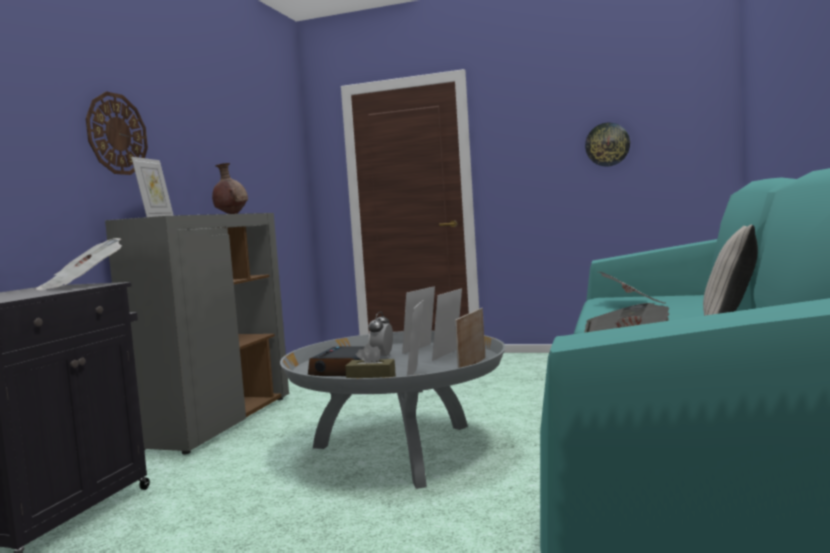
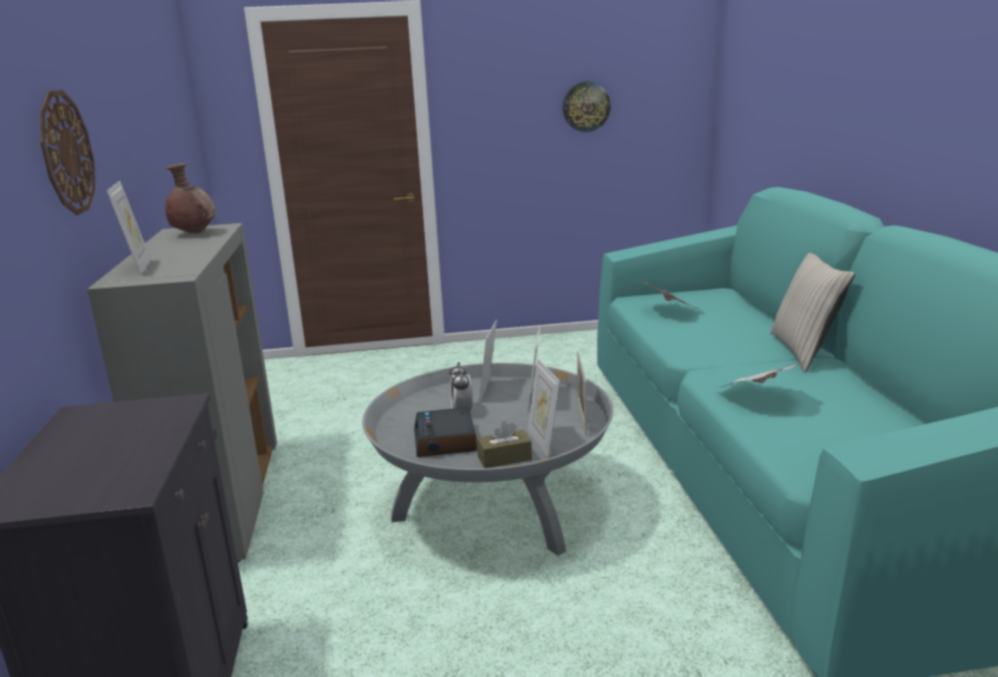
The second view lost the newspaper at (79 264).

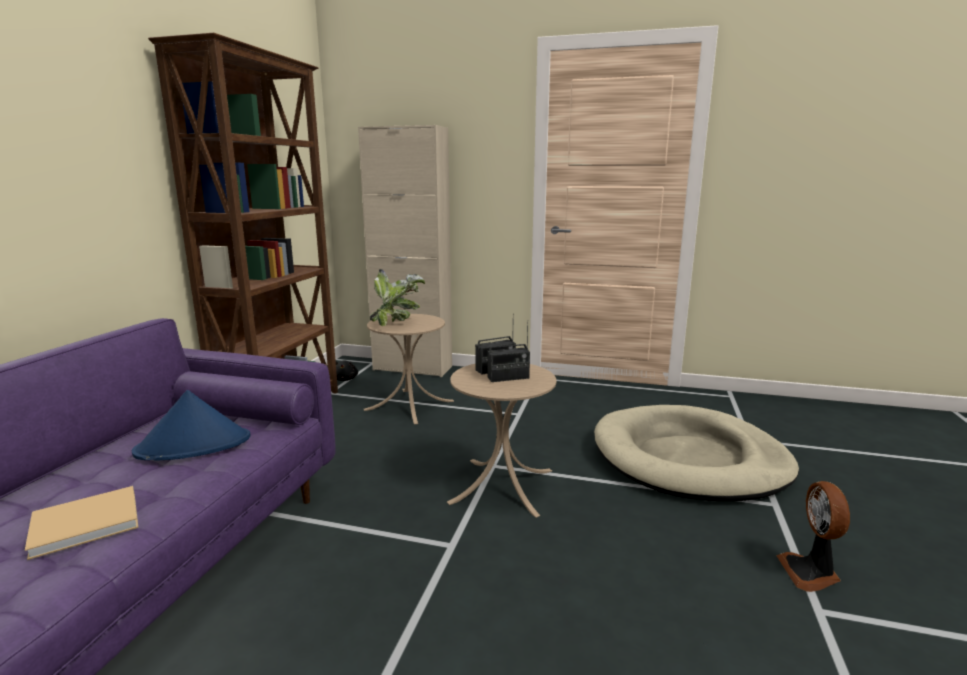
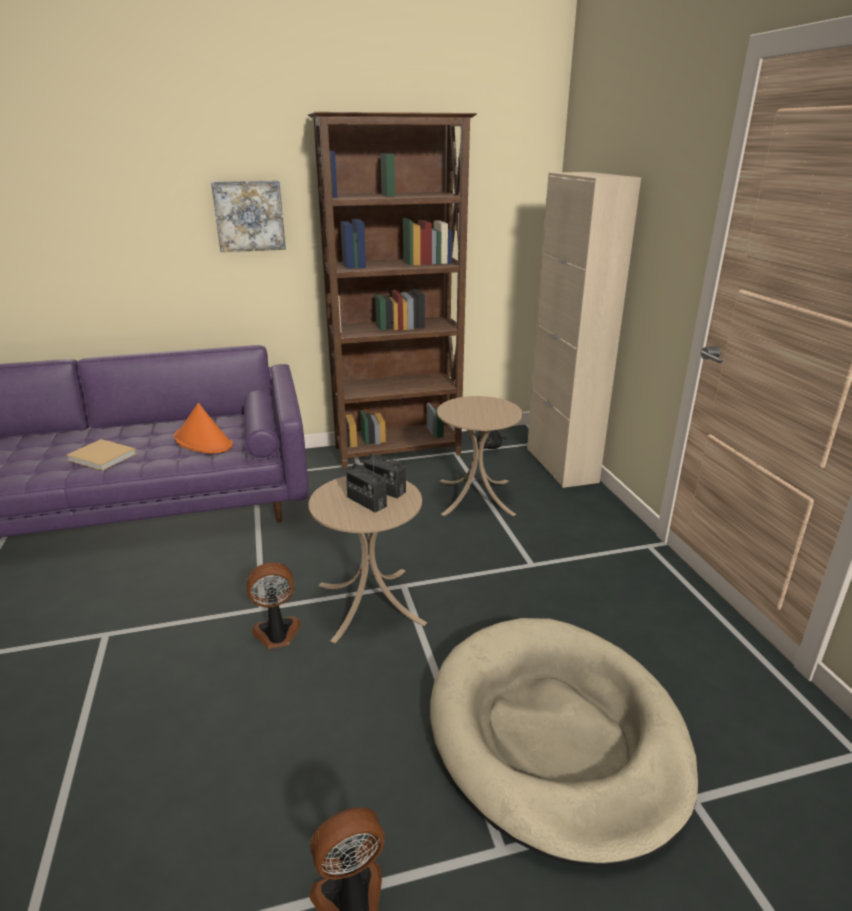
The second view lost the potted plant at (397 297).
The second view gained the picture at (248 216).
The second view gained the fan at (274 605).
What was the blue hat at (191 425) turned into the orange hat at (203 428).

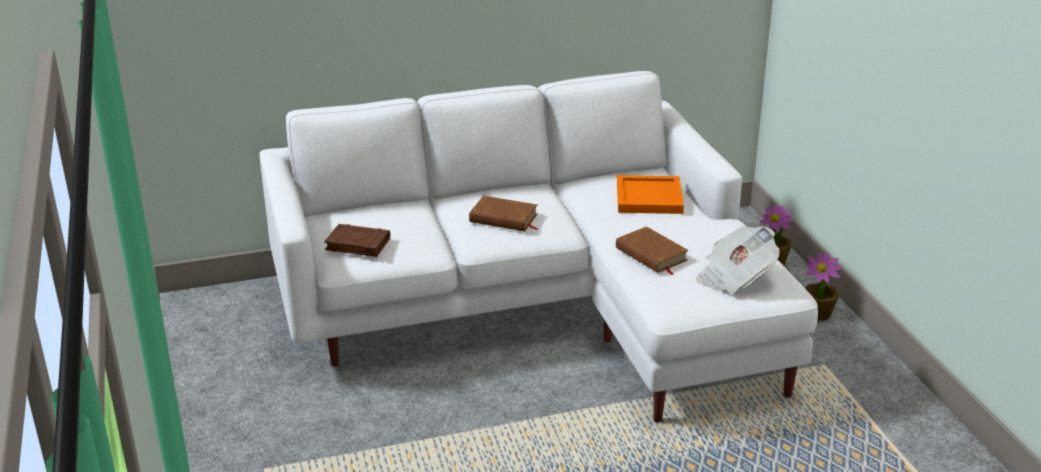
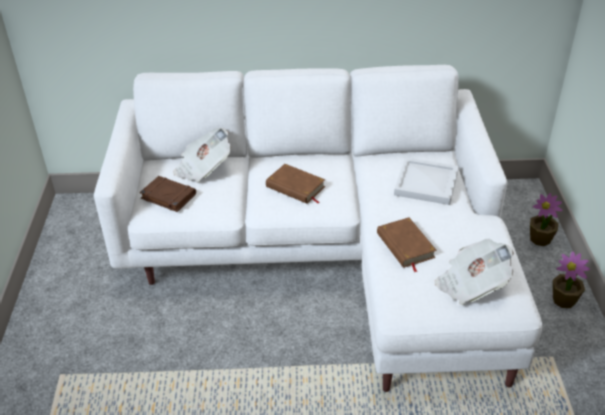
The second view gained the newspaper at (202 155).
What was the orange tray at (650 194) turned into the white tray at (426 181).

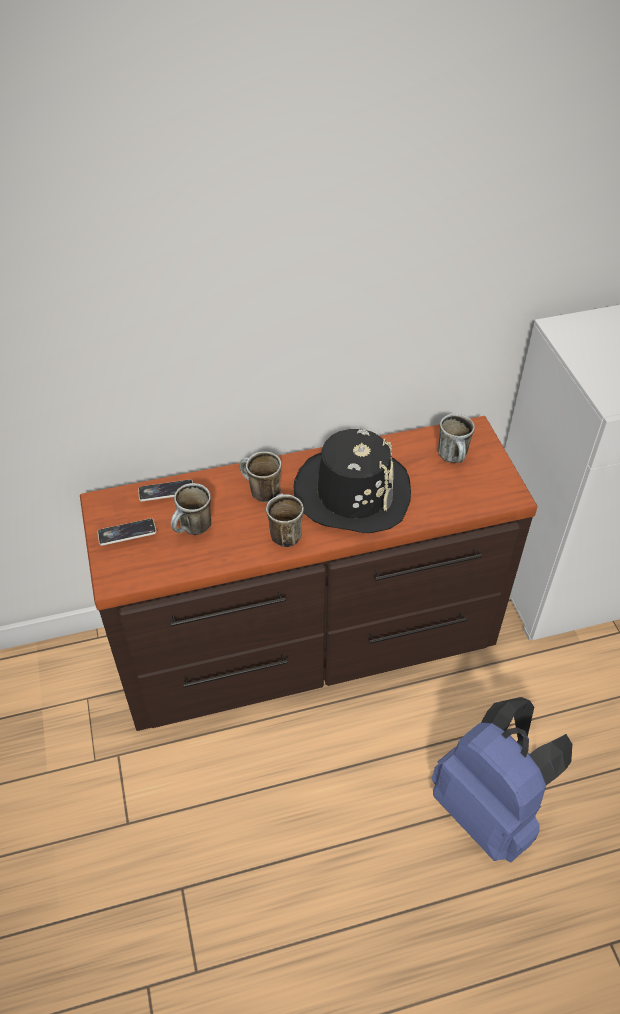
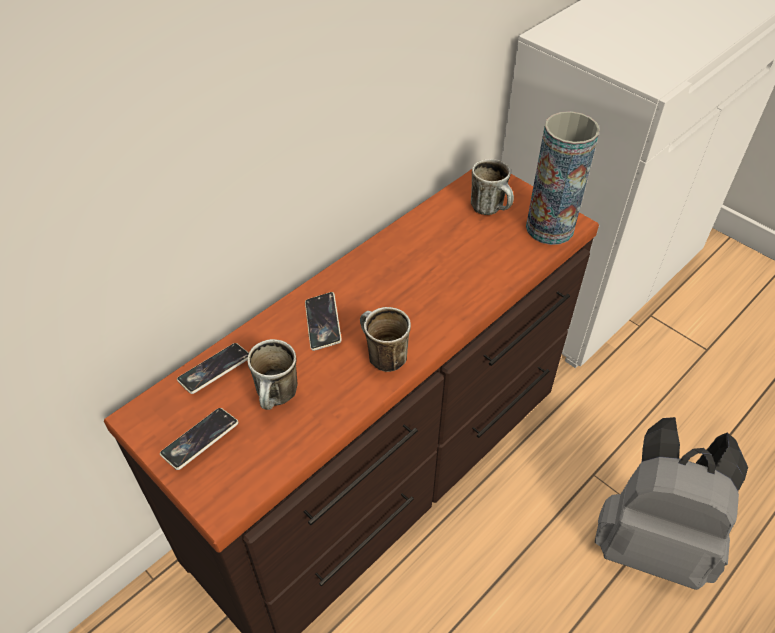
The second view lost the black hat at (352 481).
The second view gained the vase at (563 178).
Where the mug stood at (260 476), the phone came to stand at (323 321).
What was the blue backpack at (502 780) turned into the grey backpack at (671 503).

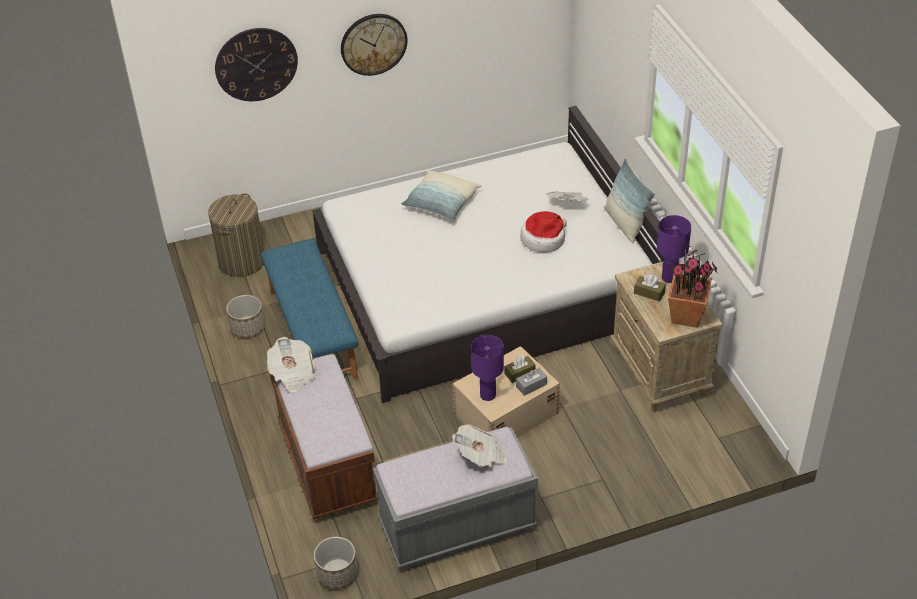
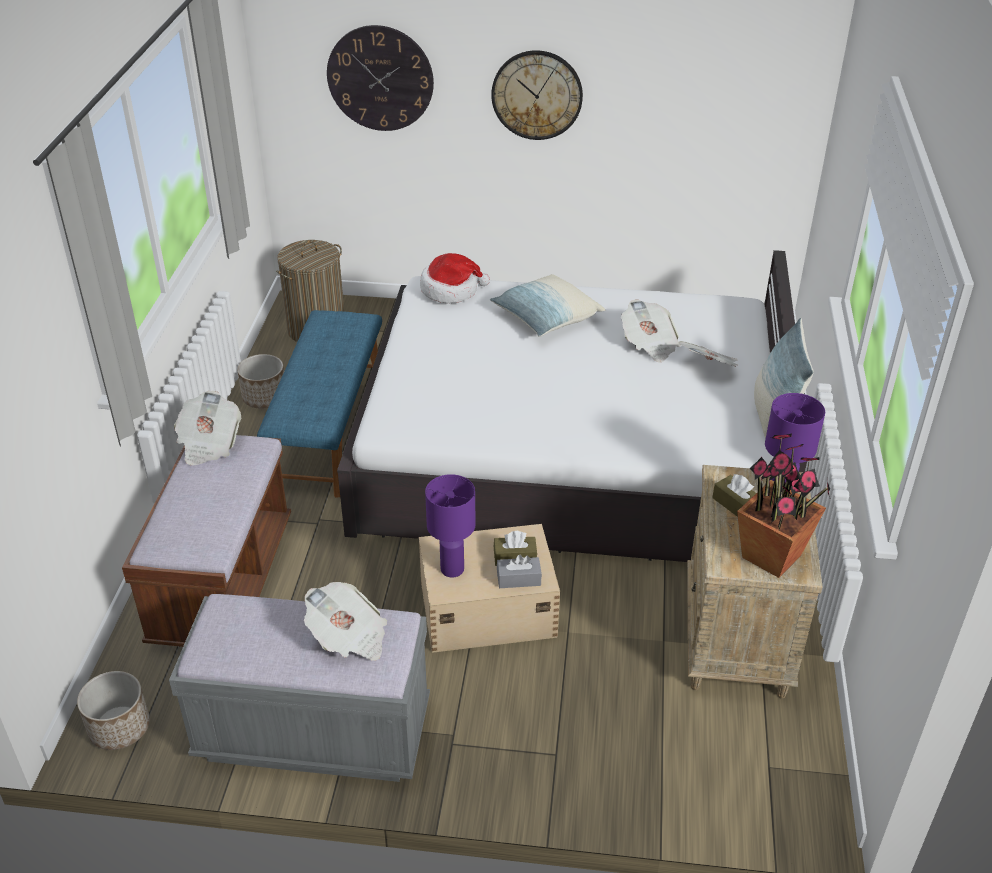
The second view gained the newspaper at (650 330).
The hat ended up elsewhere, having gone from (543 232) to (455 278).

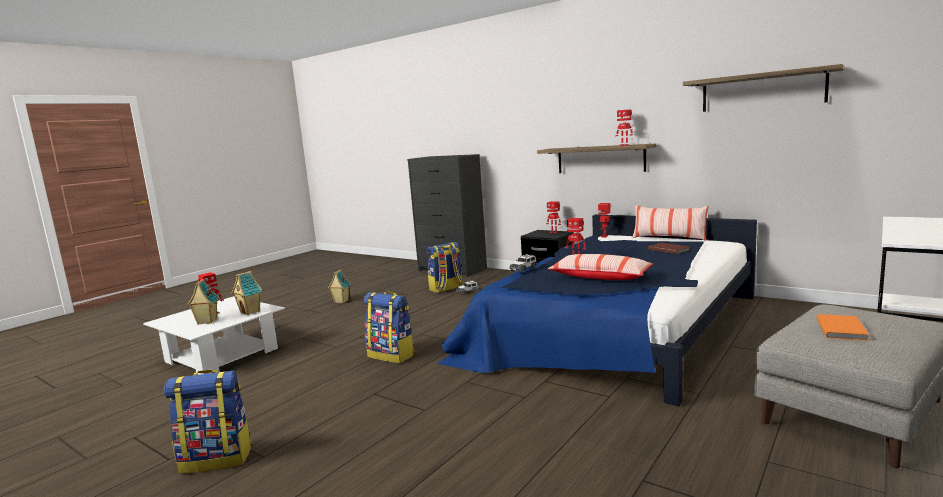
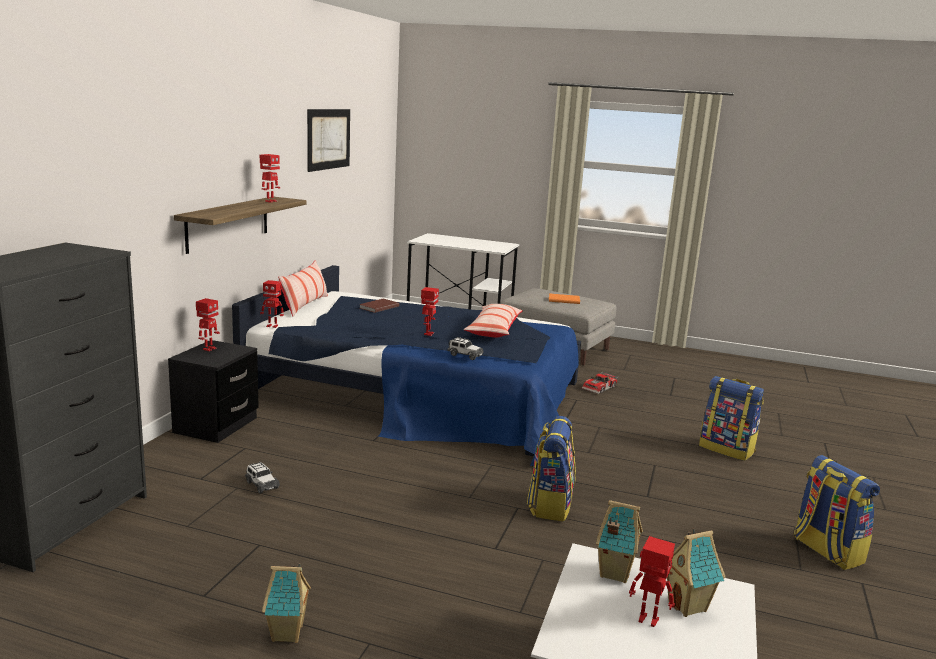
The second view gained the toy car at (600 383).
The backpack ended up elsewhere, having gone from (445 267) to (731 418).
Where the shelf hung at (764 88), the picture came to hang at (328 140).

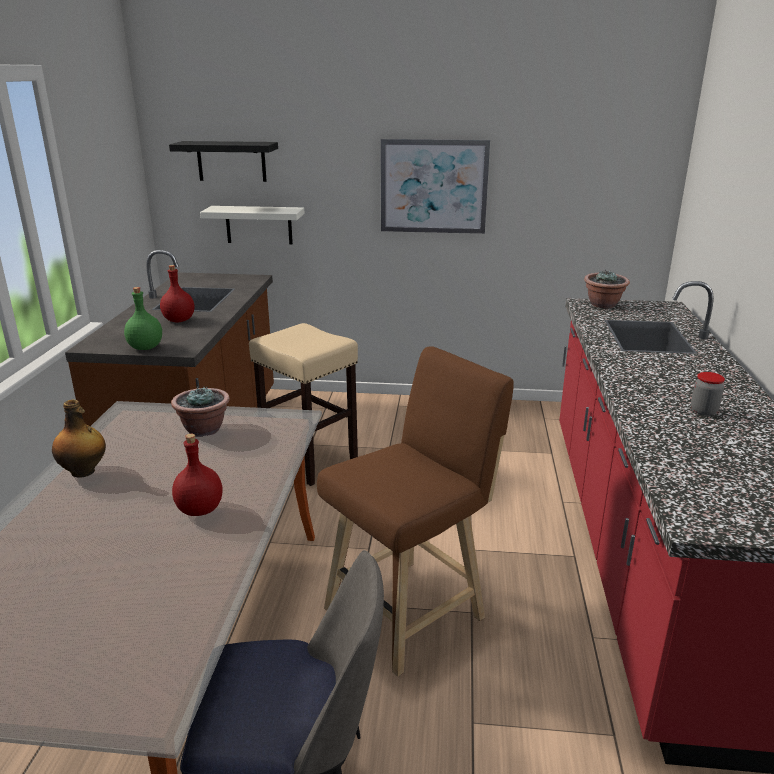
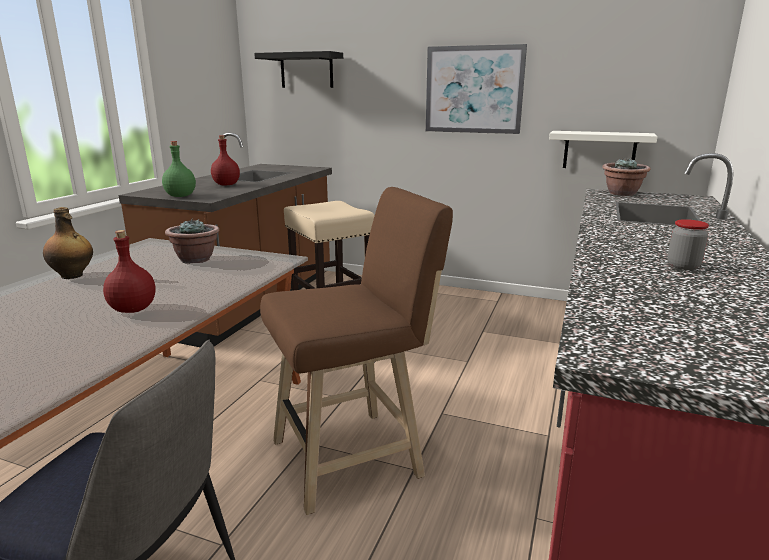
The white shelf ended up elsewhere, having gone from (252 225) to (603 149).

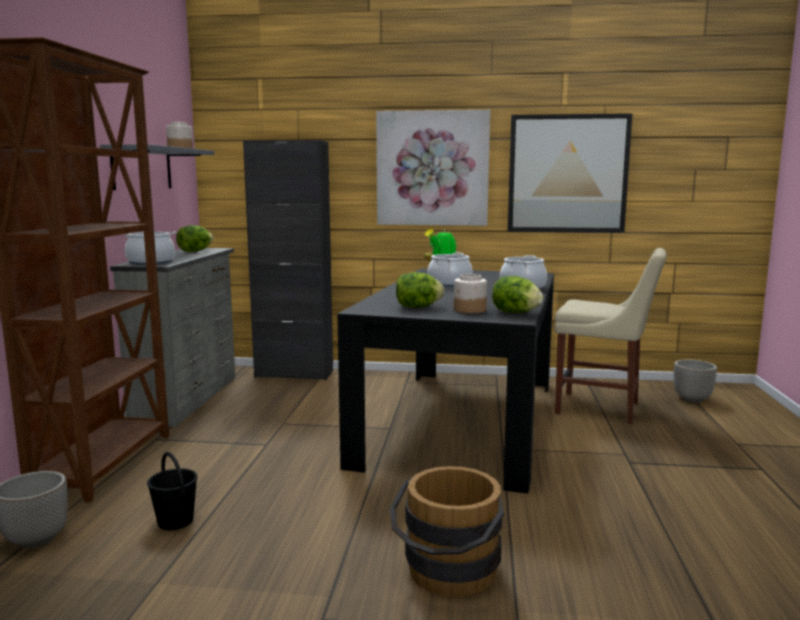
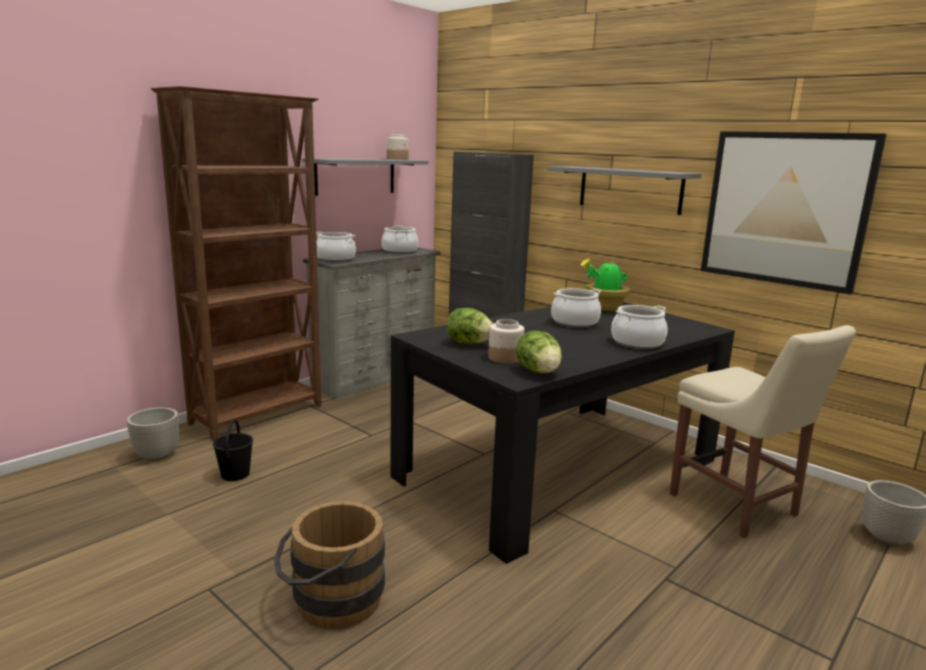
Where the lettuce stood at (194 238), the cooking pot came to stand at (400 239).
Where the picture hung at (433 168), the grey shelf came to hang at (624 190).

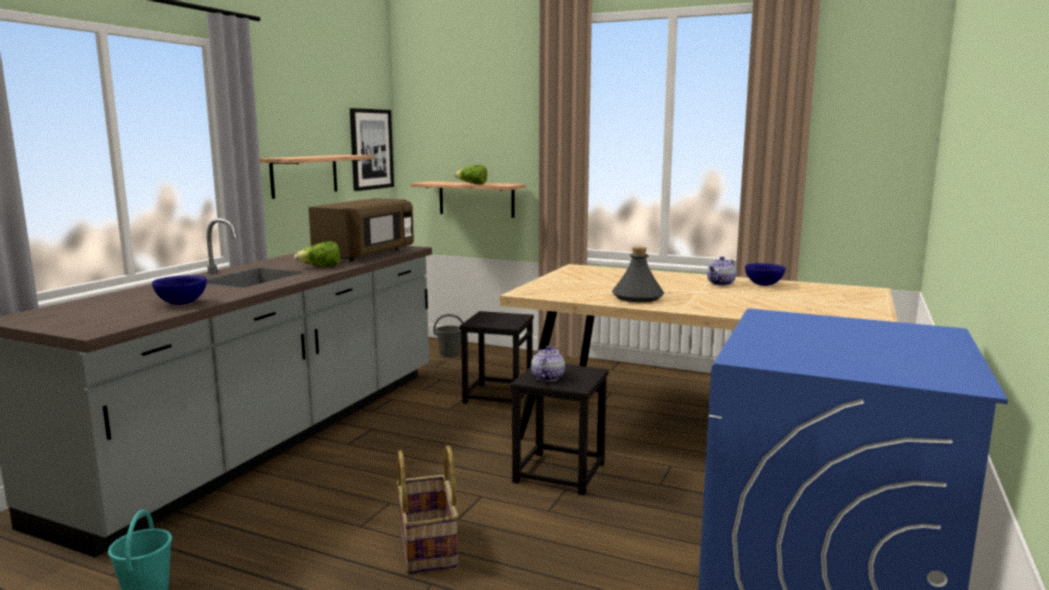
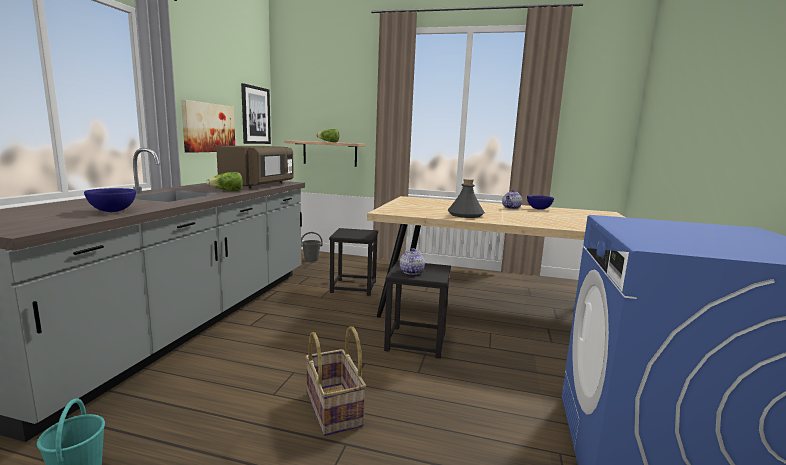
Where the shelf hung at (317 177), the picture came to hang at (208 126).

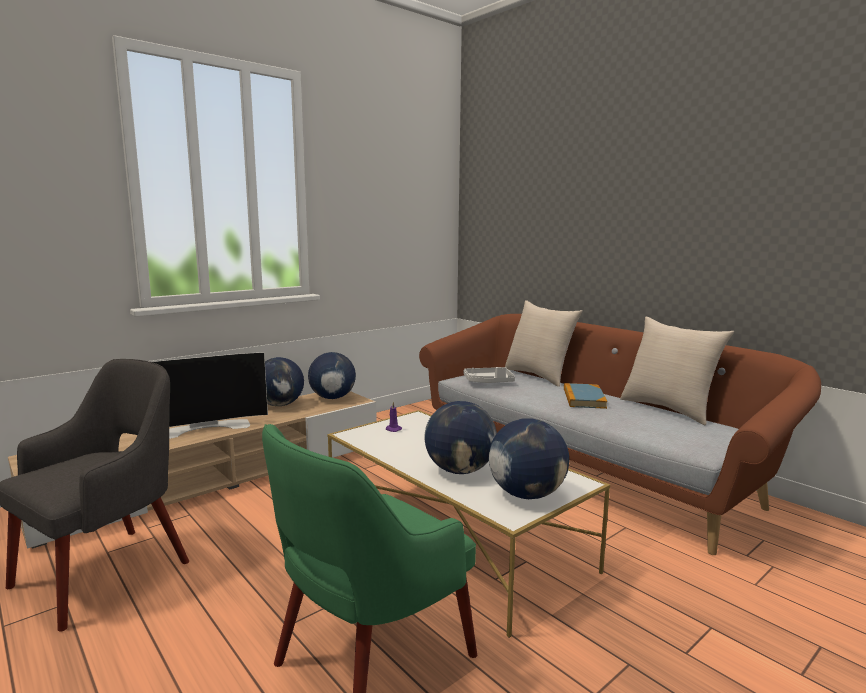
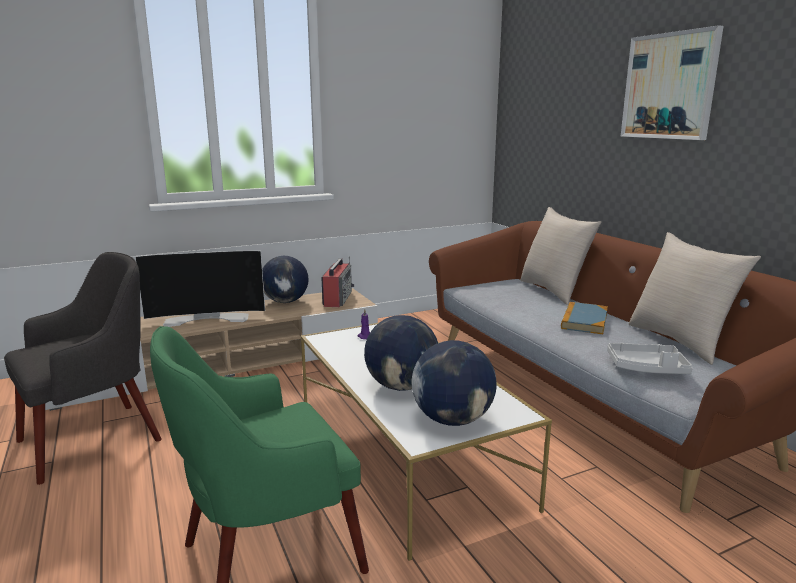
The second view gained the picture at (672 82).
The grey tray ended up elsewhere, having gone from (489 375) to (650 358).
Where the globe stood at (332 375), the radio came to stand at (337 281).

